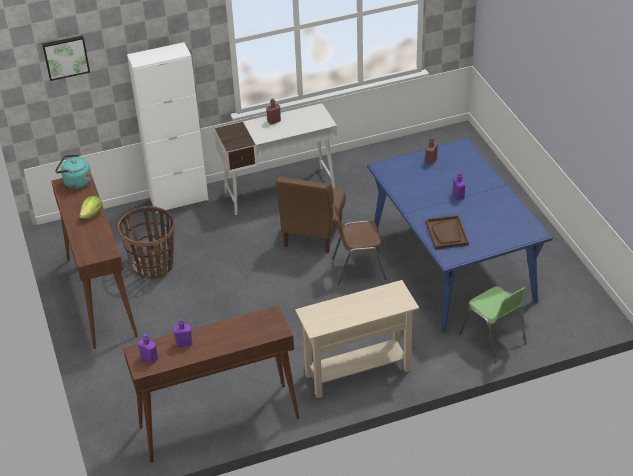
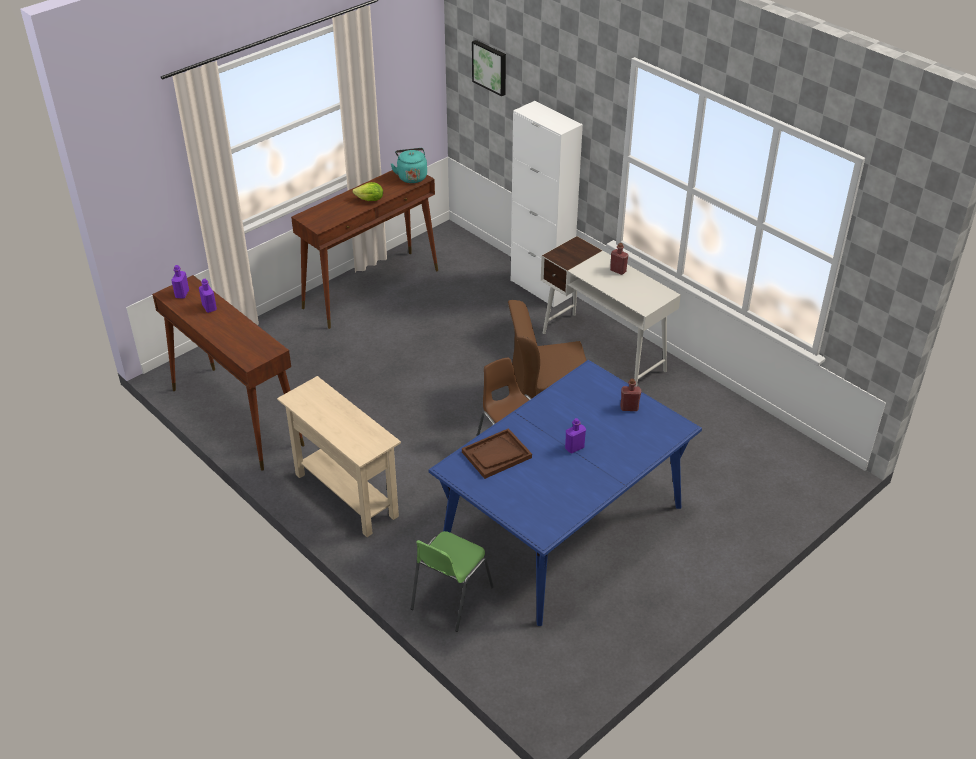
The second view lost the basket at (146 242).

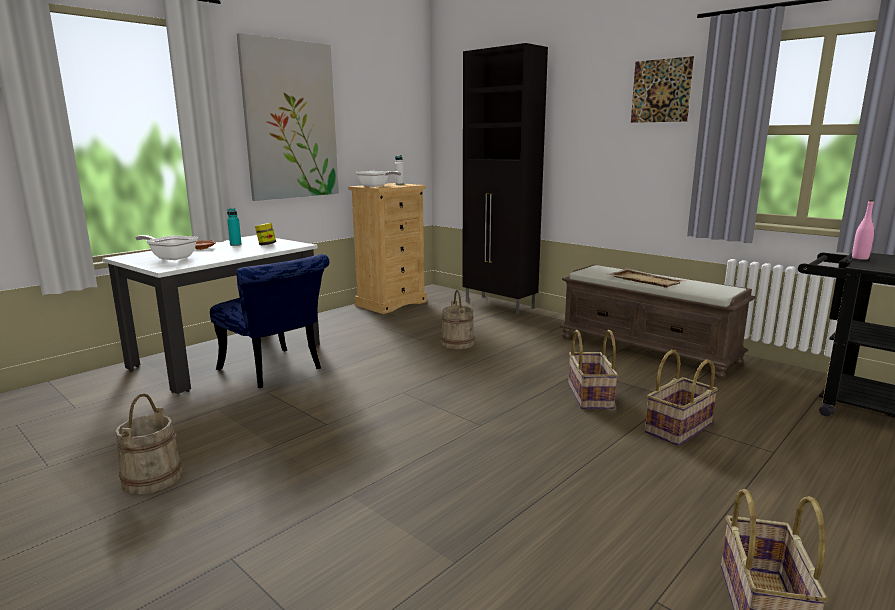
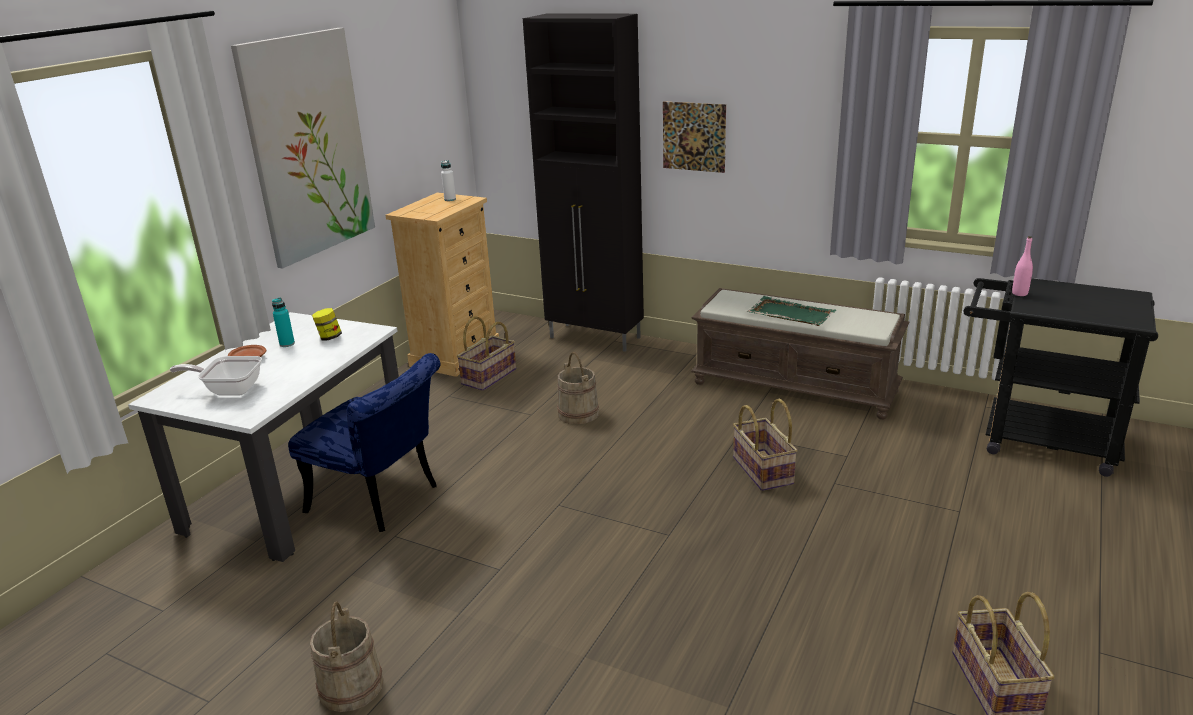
The second view lost the frying pan at (378 179).
The picture ended up elsewhere, having gone from (662 89) to (694 137).
The basket ended up elsewhere, having gone from (681 398) to (486 353).
What was the beige tray at (647 278) turned into the green tray at (791 311).

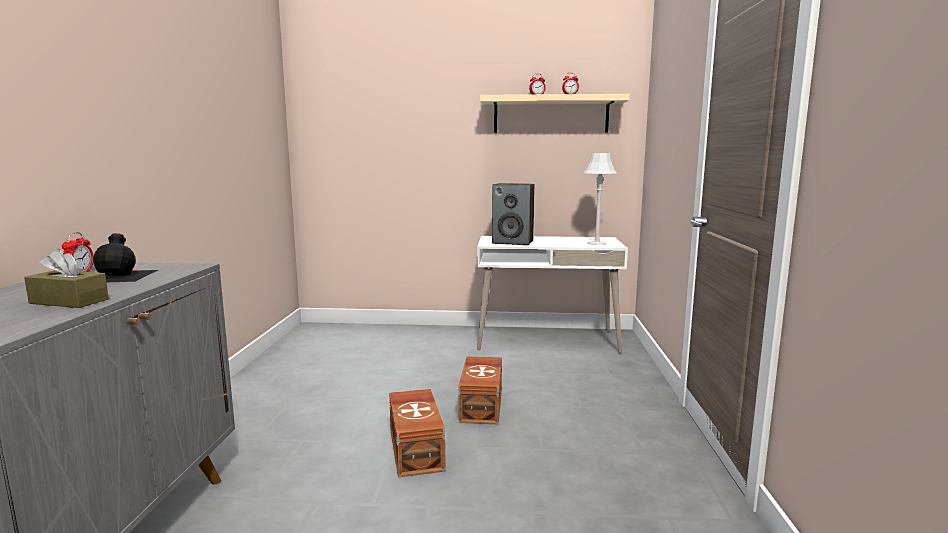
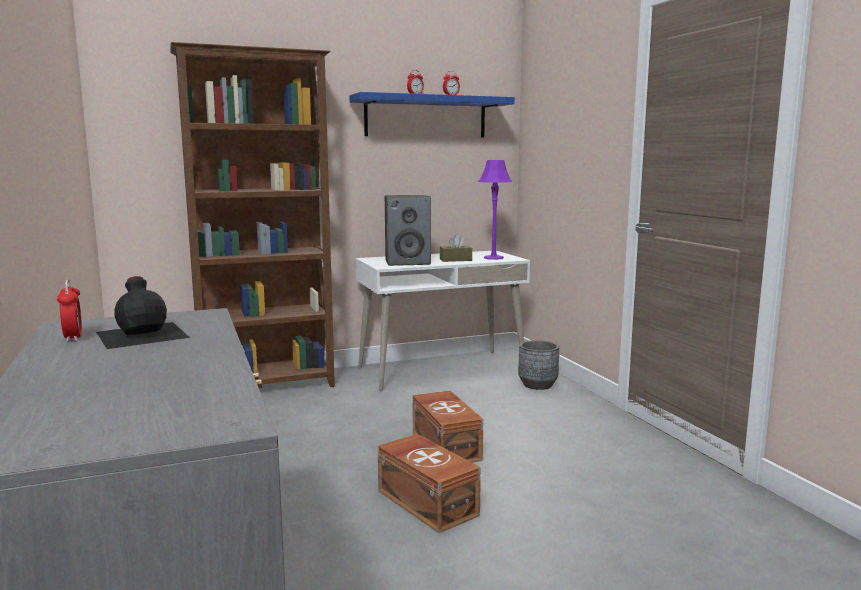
The second view gained the brown bookcase at (252 214).
The second view gained the grey planter at (538 365).
The brown tissue box ended up elsewhere, having gone from (66 278) to (456 248).
What was the beige shelf at (555 113) turned into the blue shelf at (432 114).
What was the grey table lamp at (600 199) turned into the purple table lamp at (495 210).

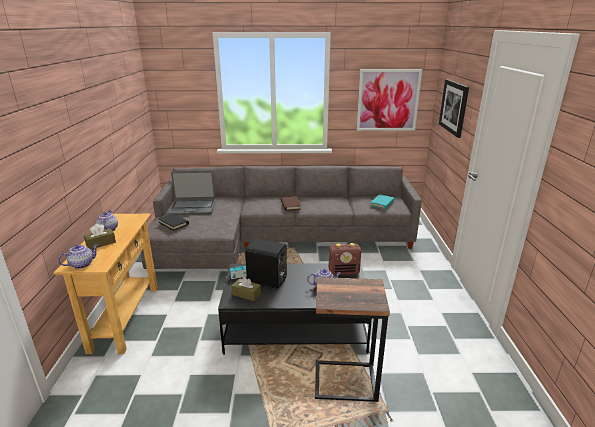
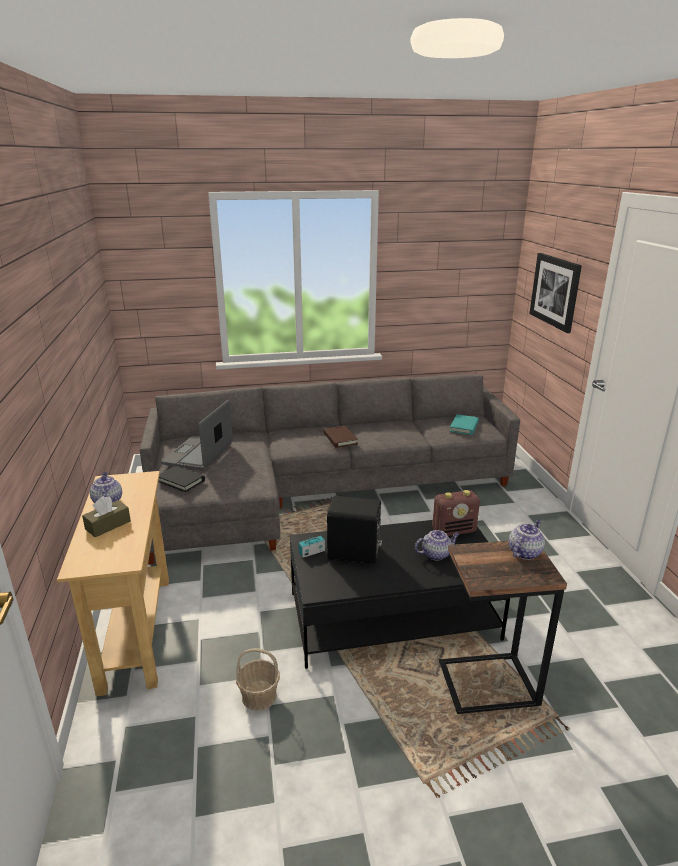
The second view lost the brown tissue box at (246 288).
The second view lost the picture at (389 100).
The second view gained the basket at (258 679).
The teapot ended up elsewhere, having gone from (78 256) to (527 540).
The laptop at (192 193) ended up facing another way, 120 degrees clockwise from before.

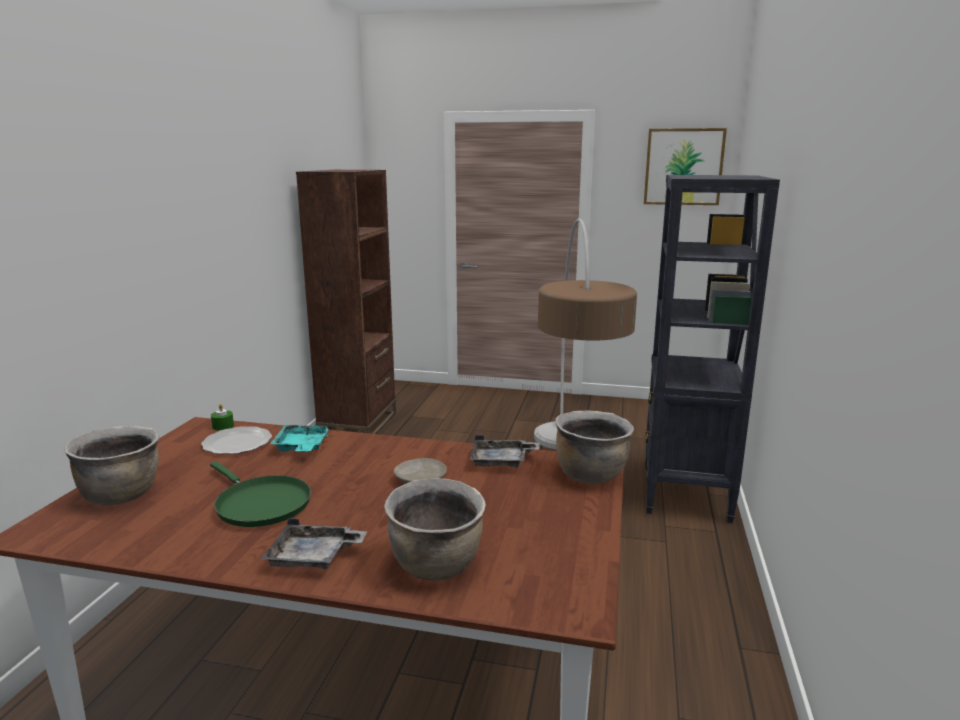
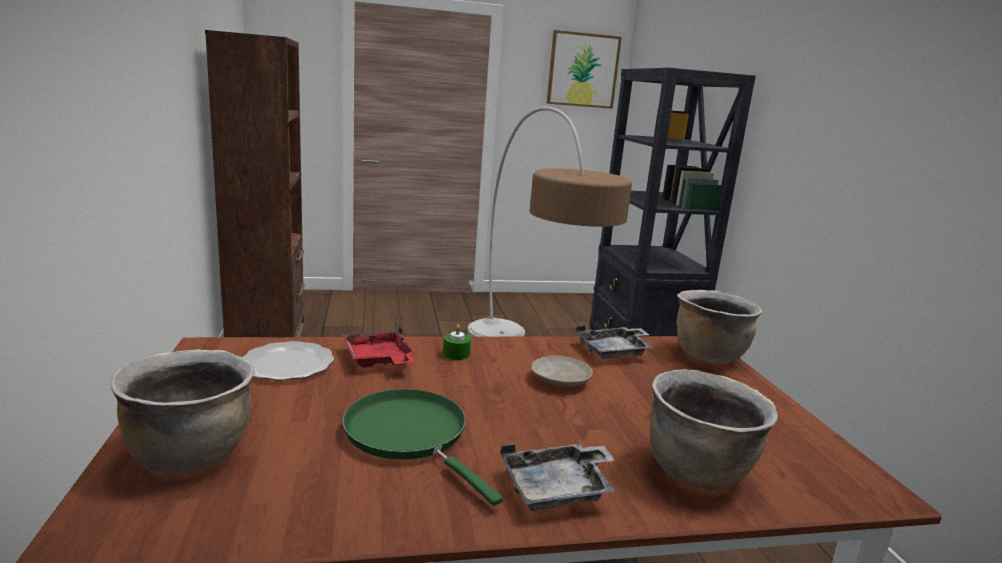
The green candle ended up elsewhere, having gone from (222 417) to (457 342).
What was the turquoise tray at (300 437) turned into the red tray at (379 347).
The green frying pan at (260 494) ended up facing another way, 150 degrees counterclockwise from before.

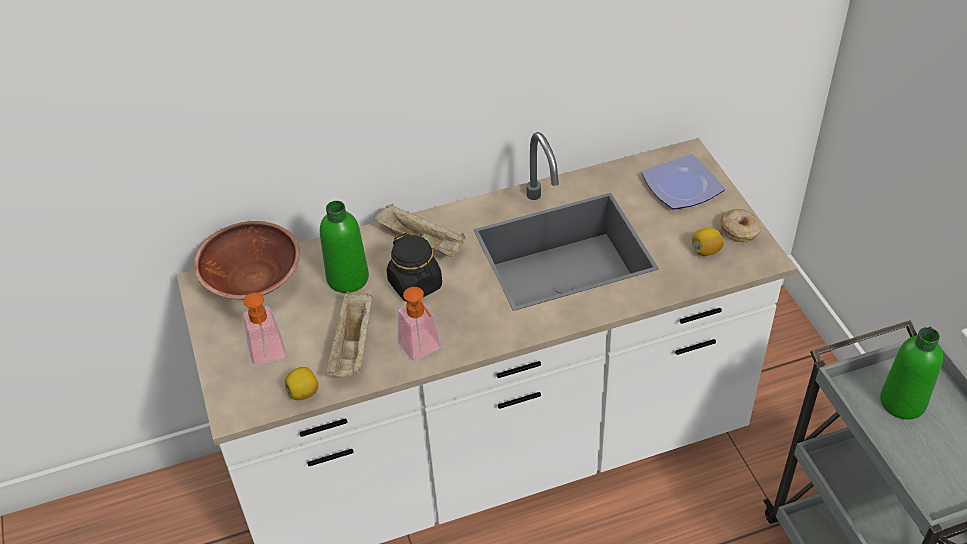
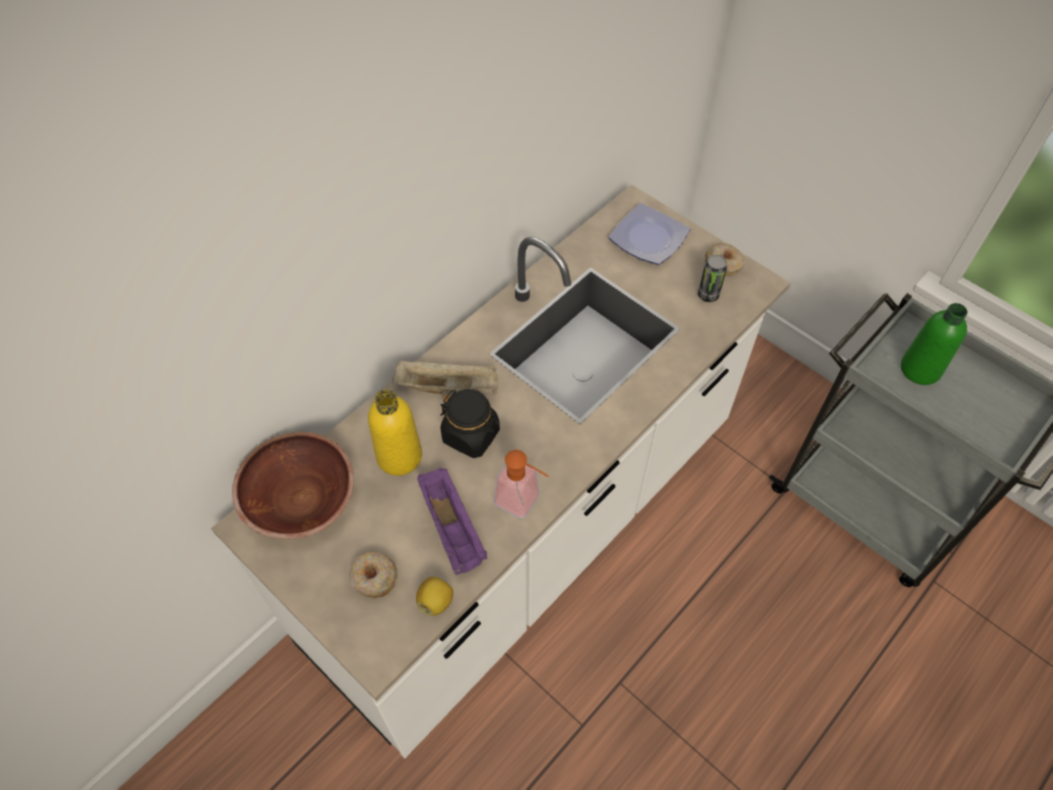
Where the soap dispenser stood at (265 329), the donut came to stand at (374 574).
Where the lemon stood at (707 242), the can came to stand at (712 278).
What was the green bottle at (344 247) turned into the yellow bottle at (395 432).
What was the beige tray at (349 334) turned into the purple tray at (452 521).

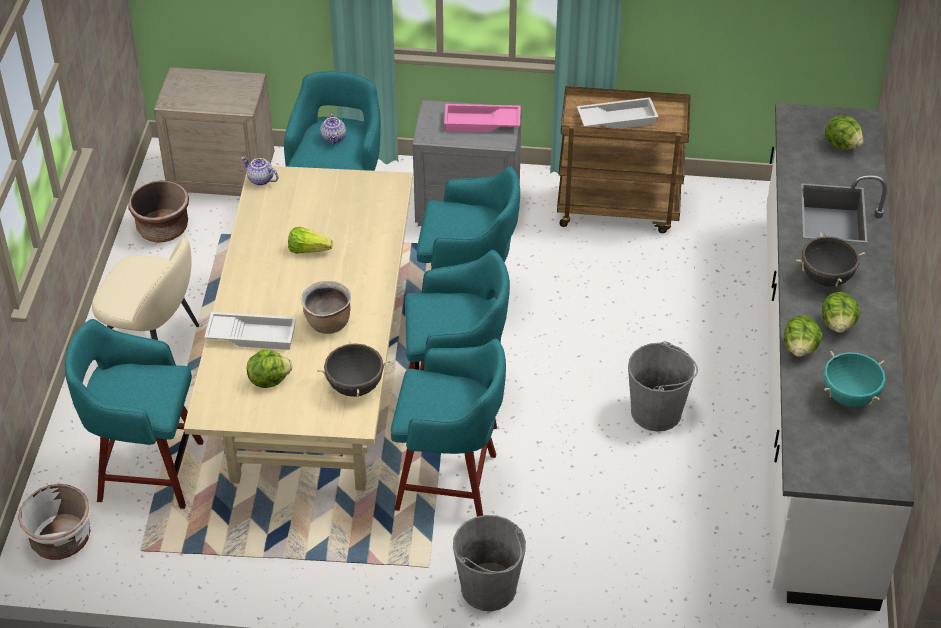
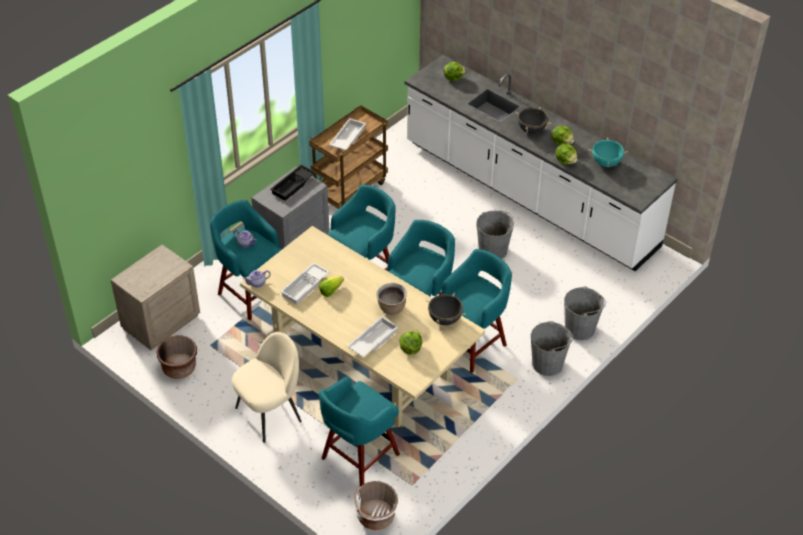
The second view gained the white tray at (305 283).
The second view gained the grey bucket at (585 313).
What was the pink tray at (482 118) turned into the black tray at (293 183).

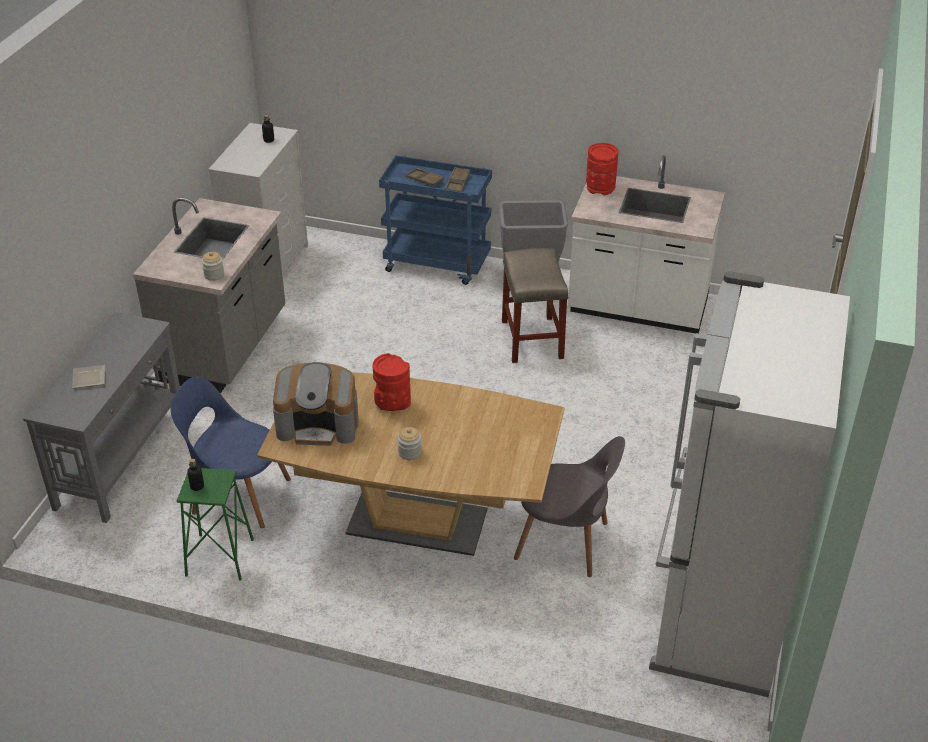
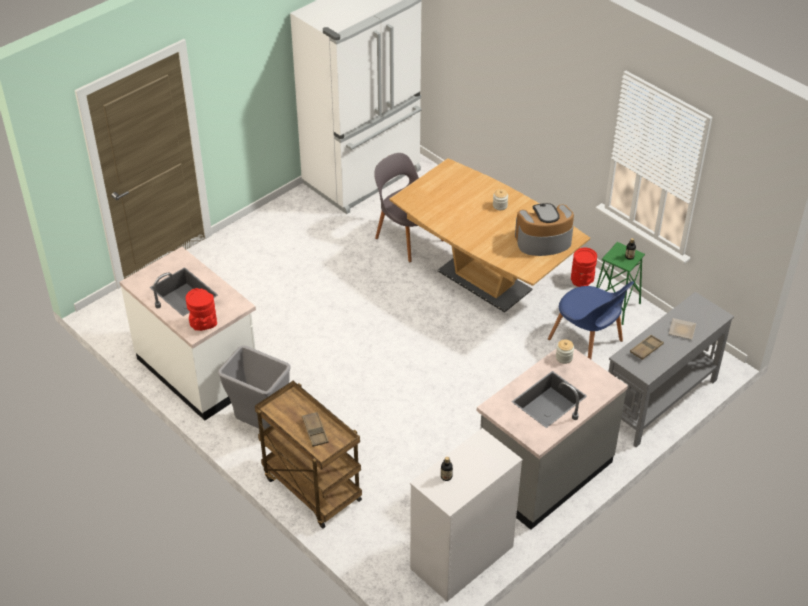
The second view lost the beige stool at (535 305).
The red vase ended up elsewhere, having gone from (392 382) to (584 267).
The brown tray ended up elsewhere, having gone from (457 179) to (647 347).
What was the blue cart at (435 220) turned into the brown cart at (308 455).
The coffee machine at (316 404) ended up facing another way, 45 degrees counterclockwise from before.

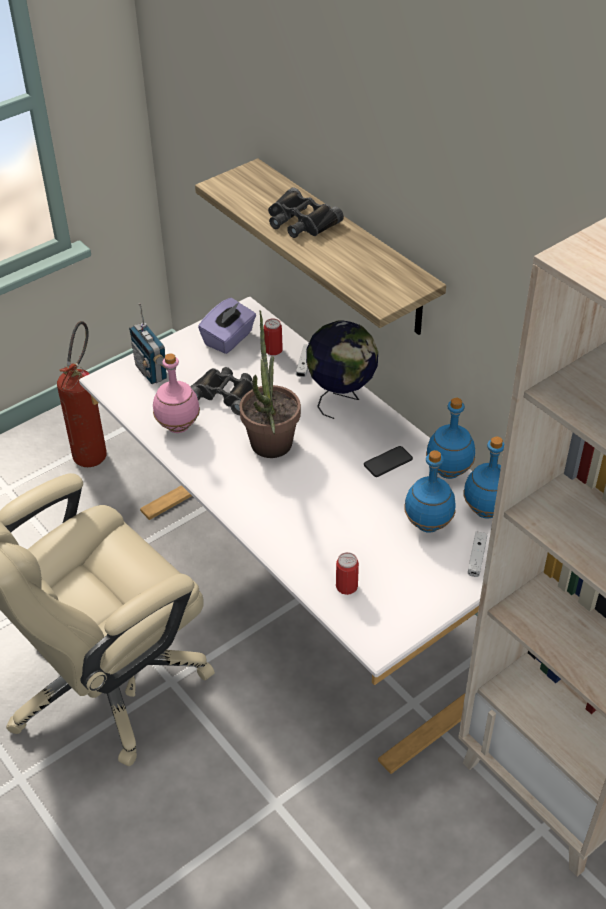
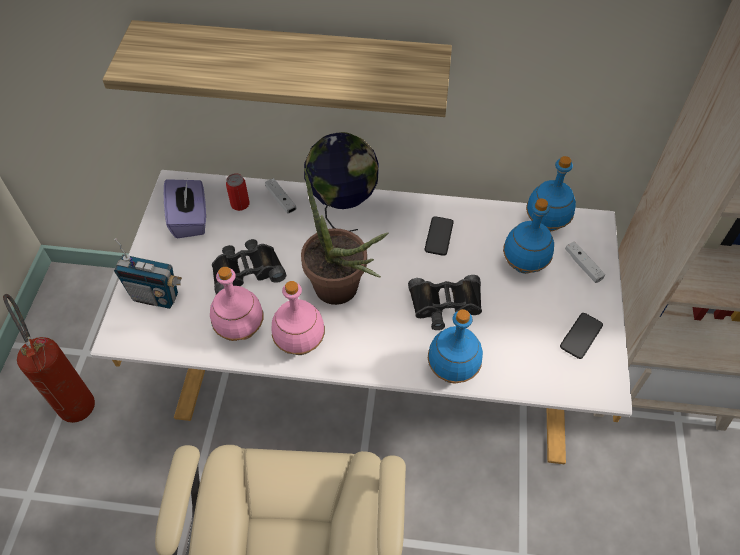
The second view lost the can at (347 573).
The second view gained the pink bottle at (298 318).
The second view gained the phone at (581 336).
The black binoculars ended up elsewhere, having gone from (306 212) to (445 302).
The blue bottle ended up elsewhere, having gone from (450 438) to (455 346).

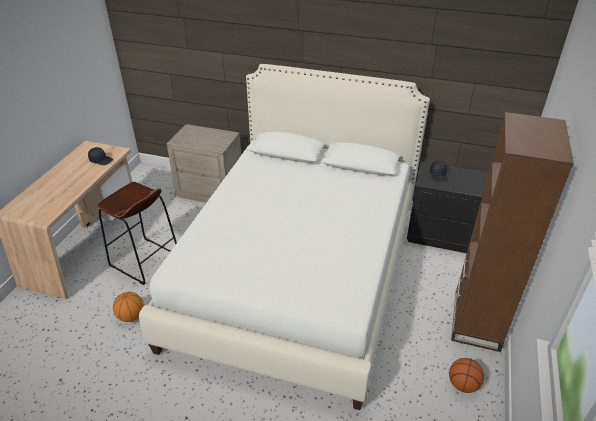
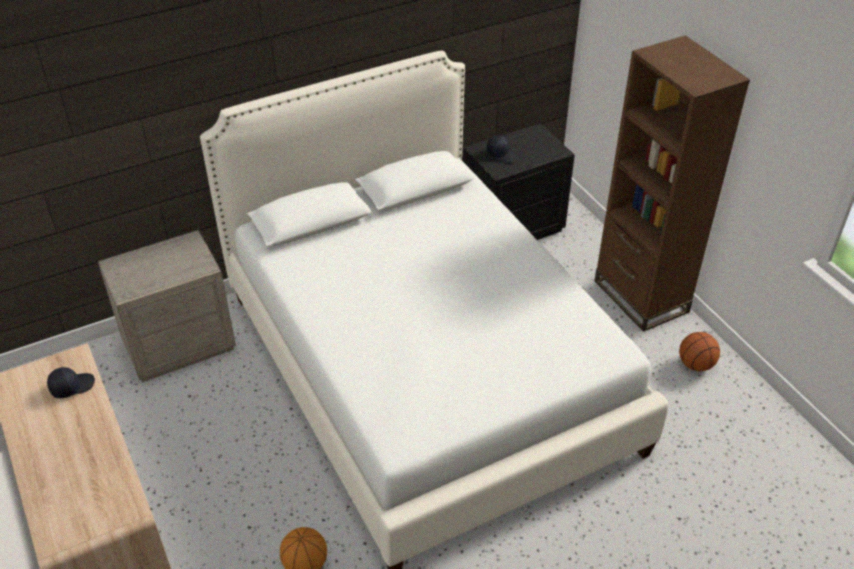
The second view lost the brown stool at (137 233).

